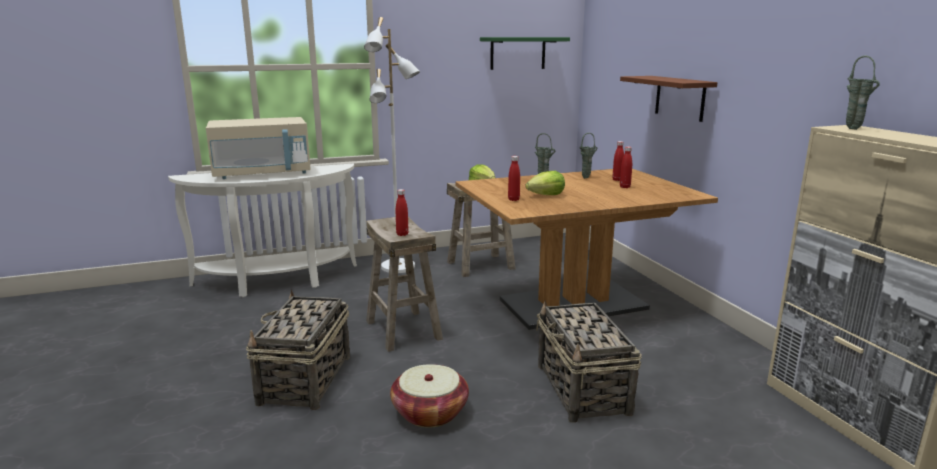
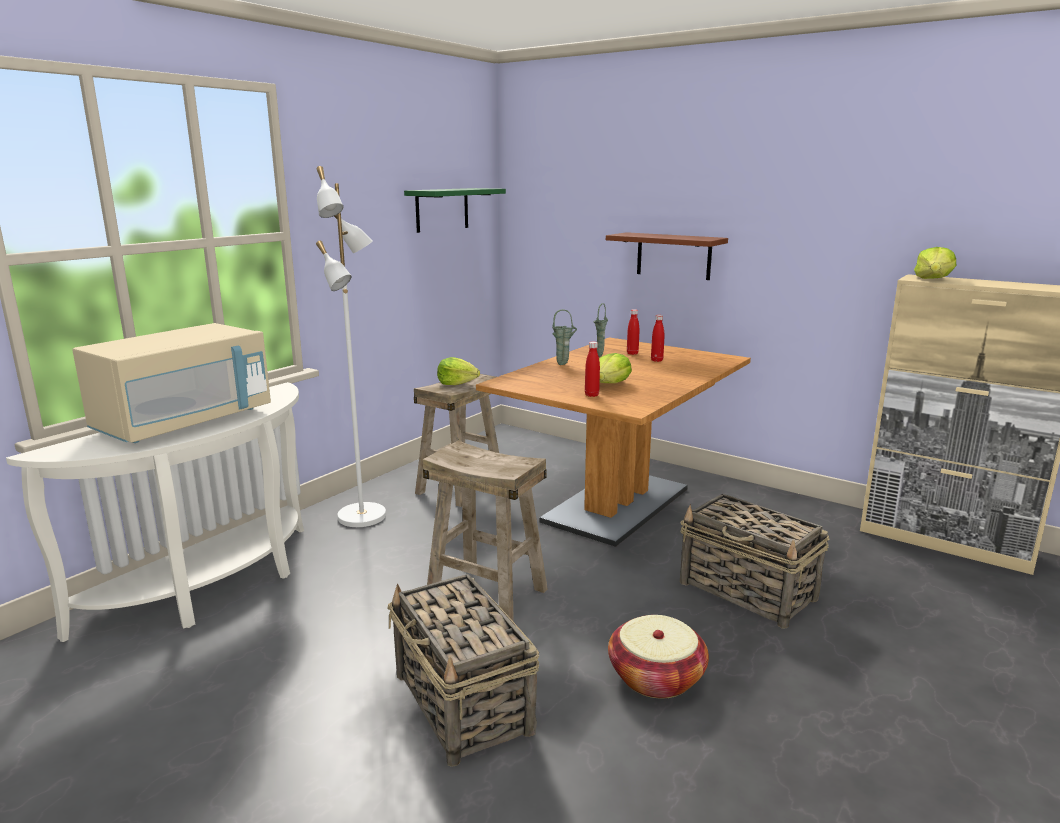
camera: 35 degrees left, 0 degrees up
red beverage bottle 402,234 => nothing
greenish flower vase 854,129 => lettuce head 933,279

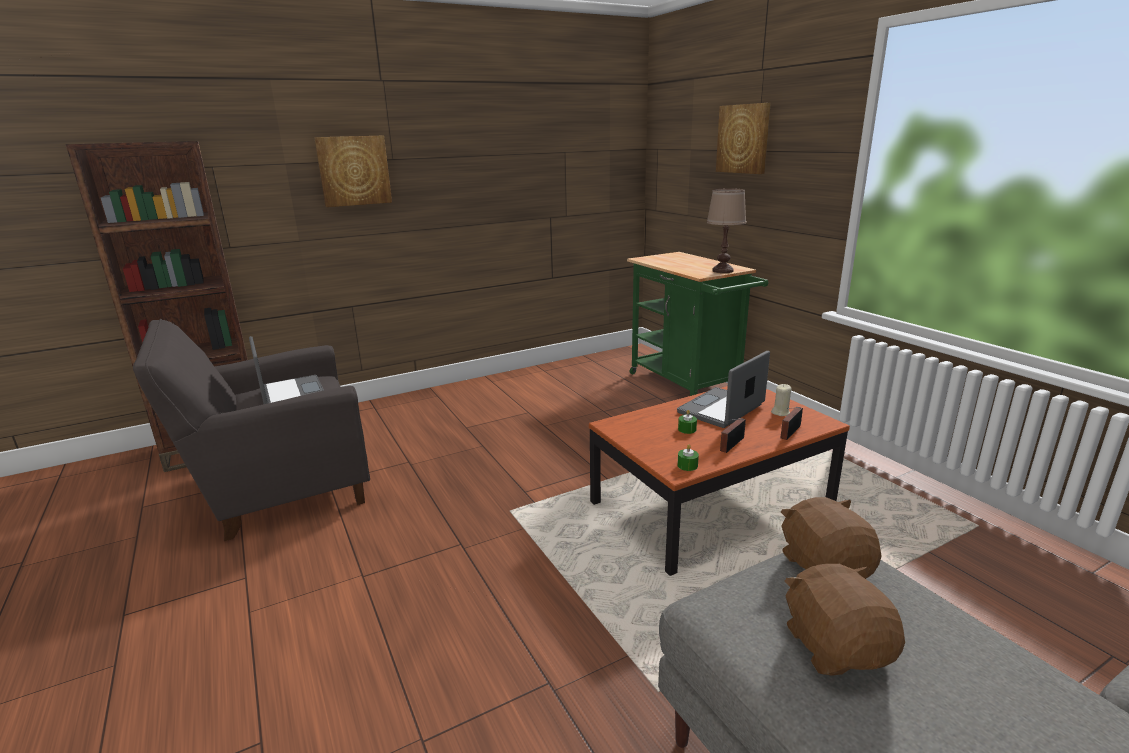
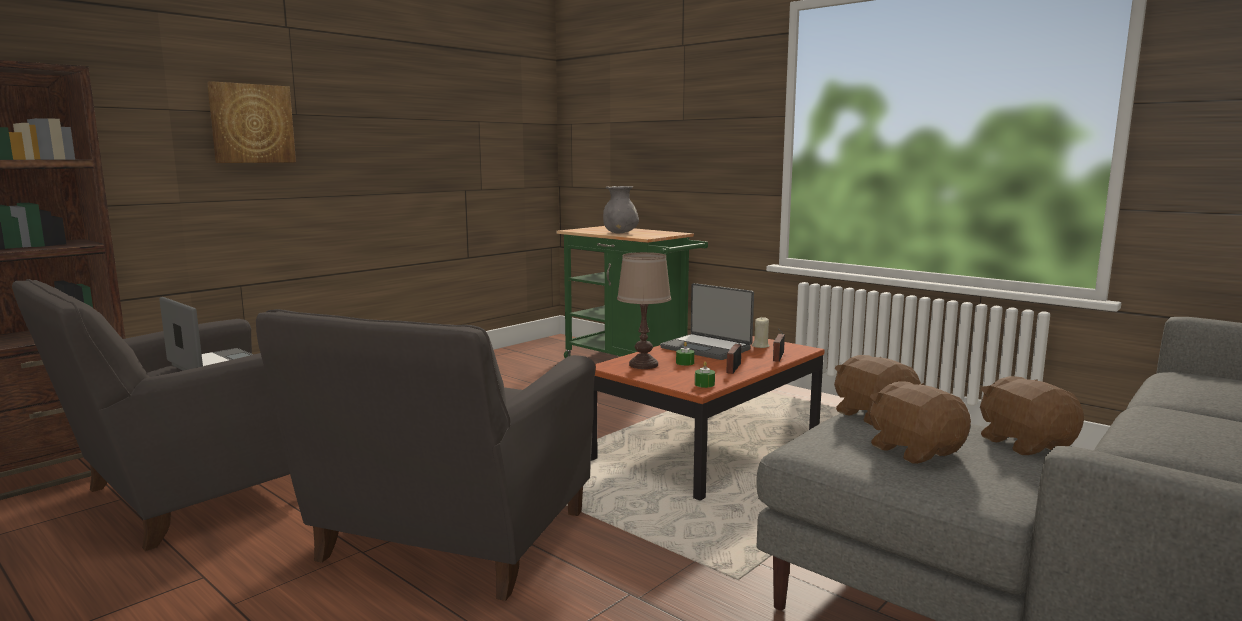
camera: 20 degrees left, 10 degrees down
wall art 743,139 => nothing
nothing => gray lounge chair 448,542
nothing => gray flower vase 620,233
nothing => brown-coloured plush toy 1025,444
brown-coloured tabletop lamp 722,271 => brown-coloured tabletop lamp 643,365, relocated
portable computer 722,409 => portable computer 707,348, 75 degrees counterclockwise

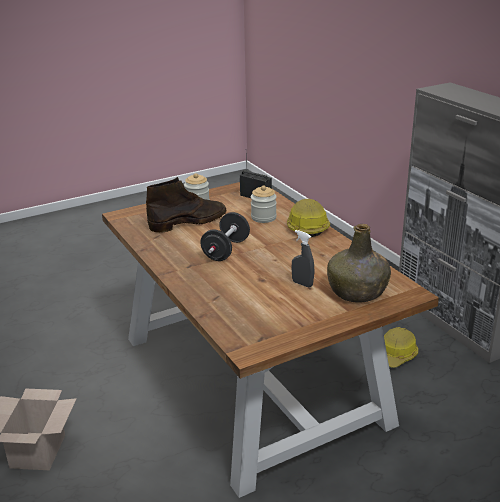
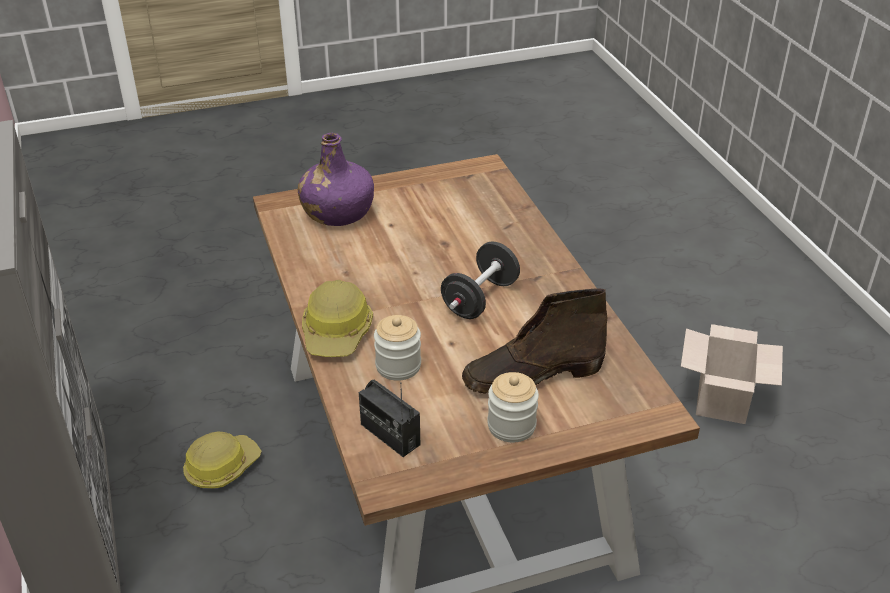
camera: 170 degrees left, 10 degrees up
gray hand sprayer 302,284 => nothing
greenish beverage bottle 357,292 => purplish beverage bottle 337,212

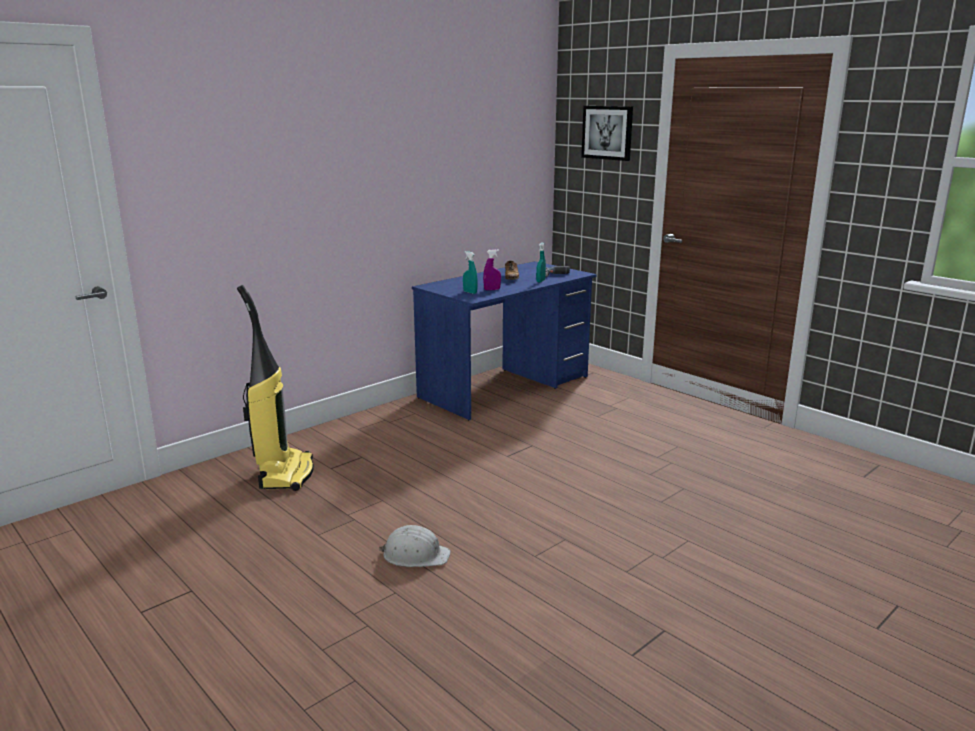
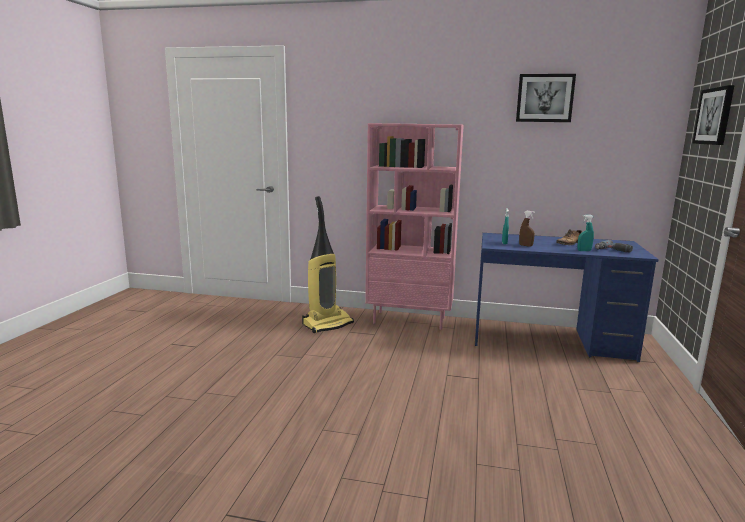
camera: 55 degrees right, 5 degrees down
whitish hard hat 415,555 => nothing
nothing => pink shelving unit 410,320
nothing => wall art 545,98
purplish hand sprayer 492,289 => brown-coloured hand sprayer 525,245

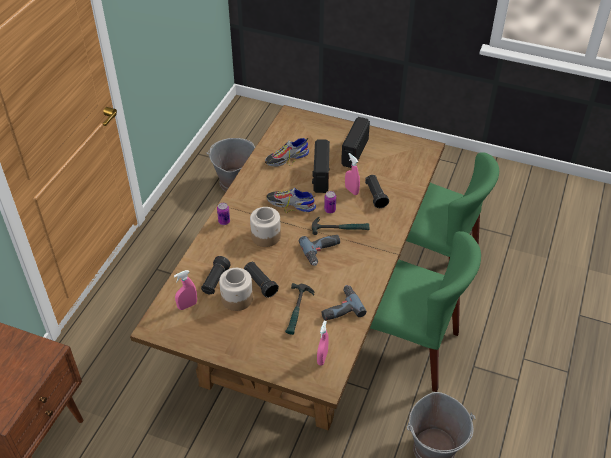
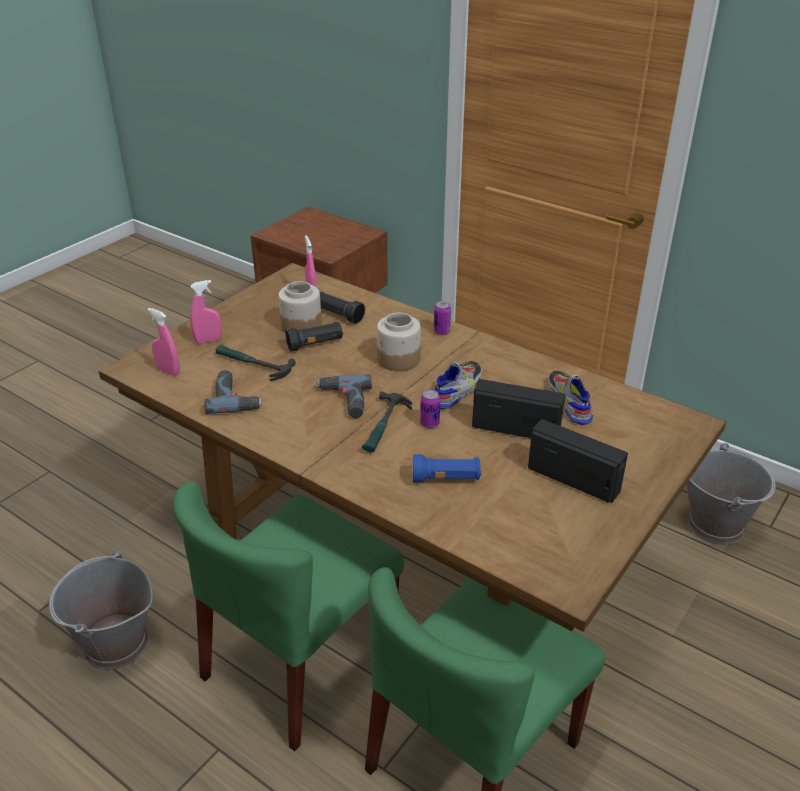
camera: 105 degrees right, 10 degrees down
pink hand sprayer 351,190 => pink hand sprayer 208,340, relocated
black torch 375,196 => blue torch 446,479

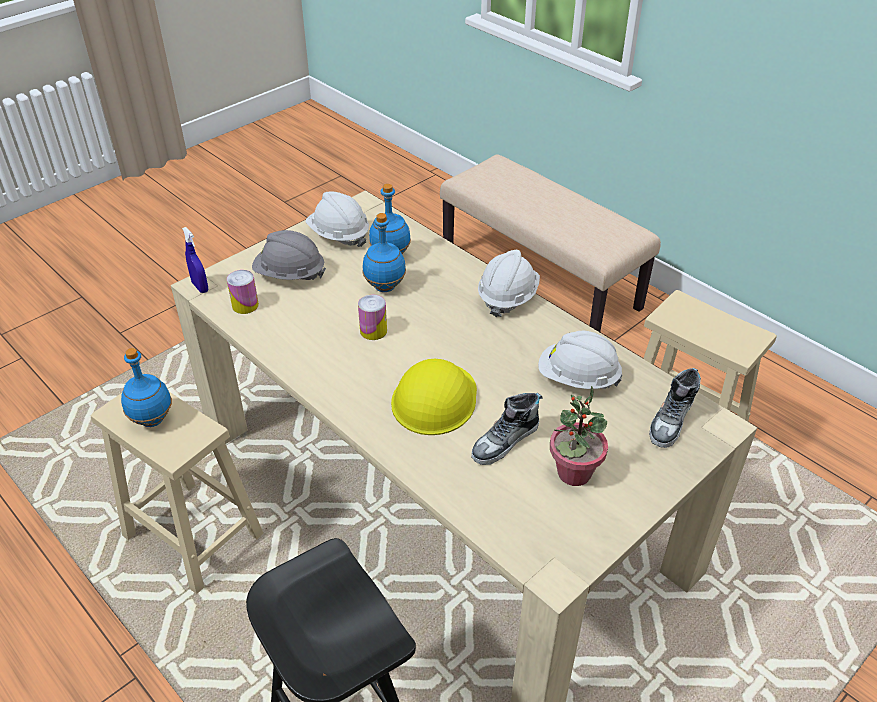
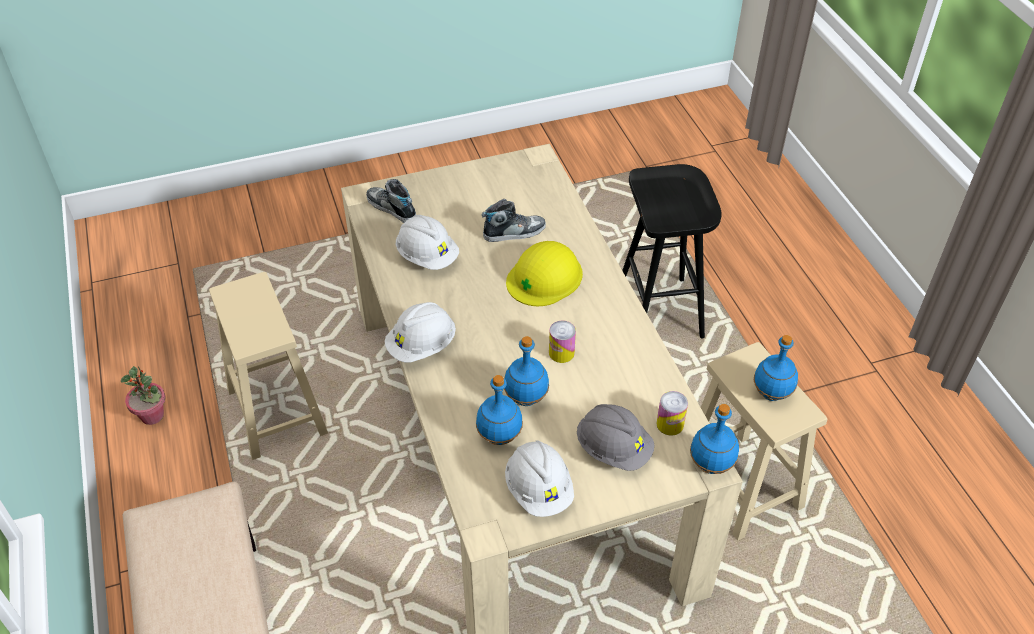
camera: 155 degrees left, 5 degrees up
houseplant 573,473 => houseplant 152,415, relocated
blue hand sprayer 200,287 => blue beverage bottle 711,465
item of footwear 671,421 => item of footwear 391,208, 105 degrees counterclockwise

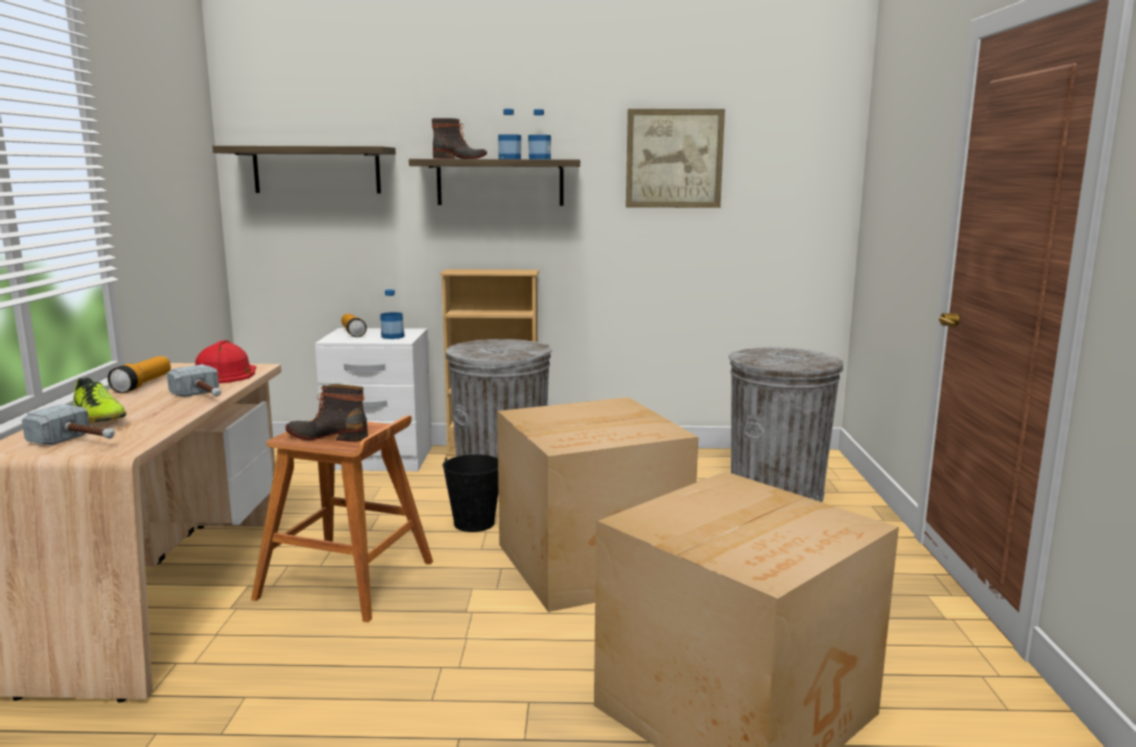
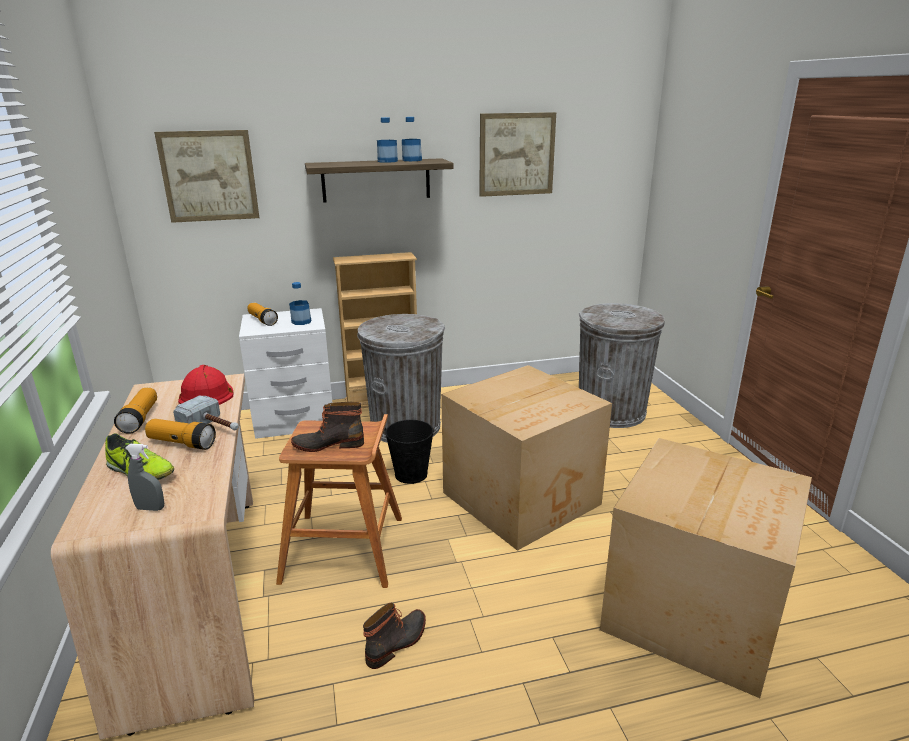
camera: 15 degrees left, 10 degrees up
nothing => torch 182,443
high-top boot 461,158 => high-top boot 397,643, relocated
hand hammer 79,442 => gray hand sprayer 150,508
wall shelf 317,170 => wall art 209,176

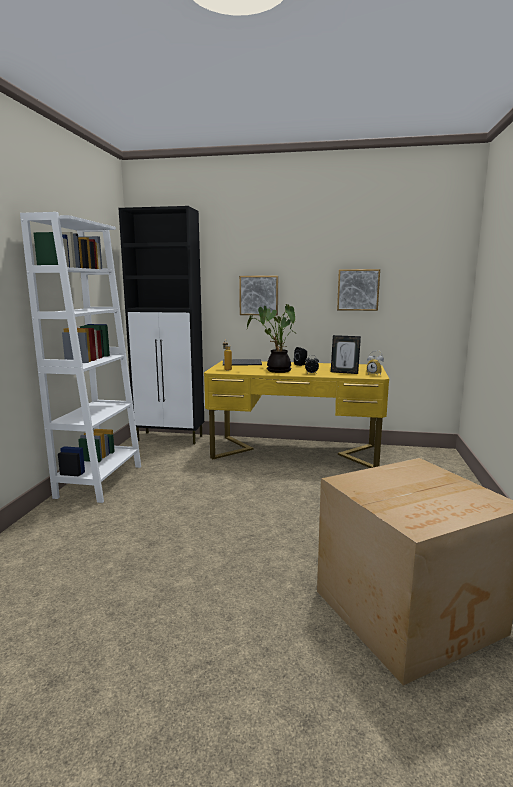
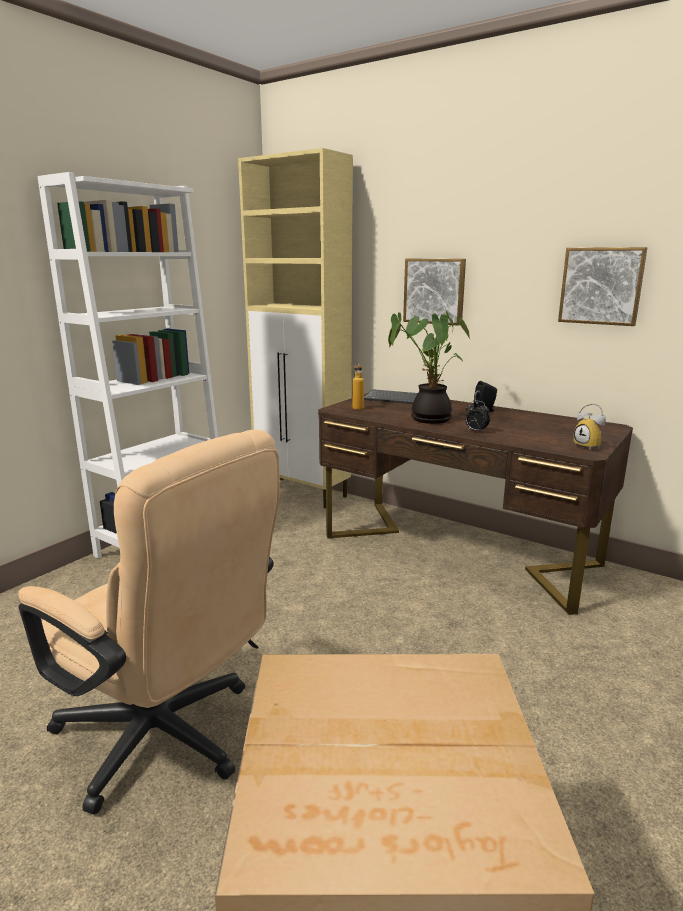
camera: 25 degrees right, 5 degrees up
picture frame 344,372 => nothing
nothing => sand-coloured computer chair 168,740
black cabinet 170,438 => sand-coloured cabinet 303,493
yellow-coloured desk unit 294,452 => brown-coloured desk unit 457,550

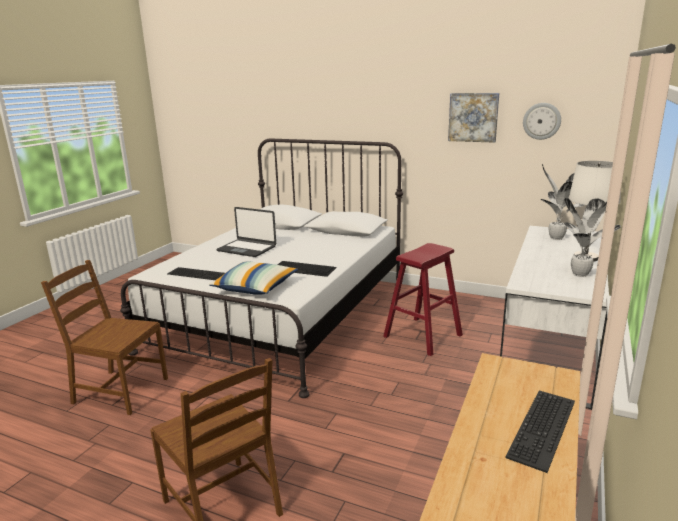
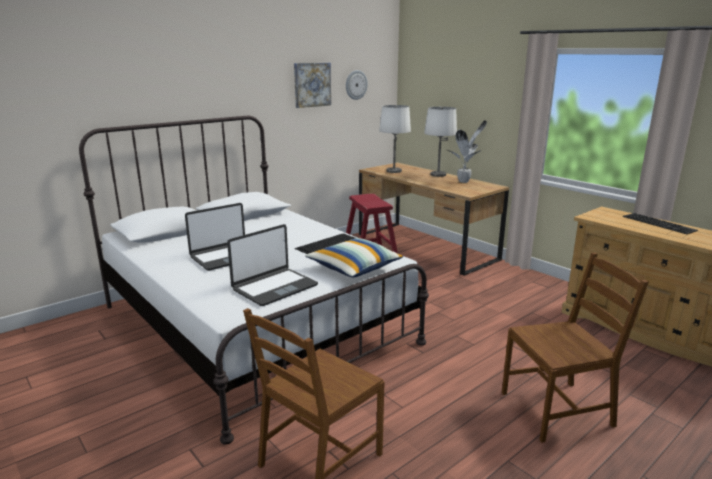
camera: 65 degrees left, 0 degrees up
PC keyboard 199,273 => portable computer 274,287
houseplant 554,238 => whitish tabletop lamp 393,171
whitish desk unit 549,347 => brown-coloured desk unit 425,246

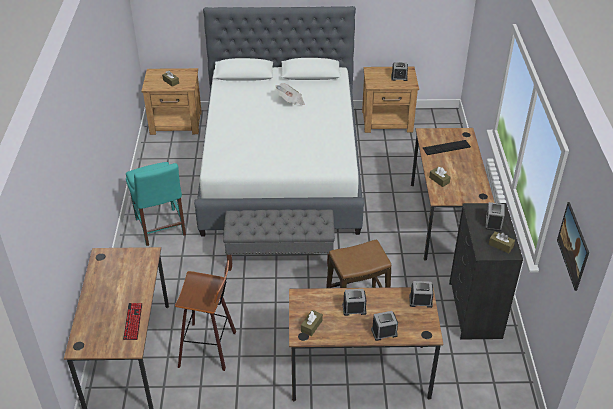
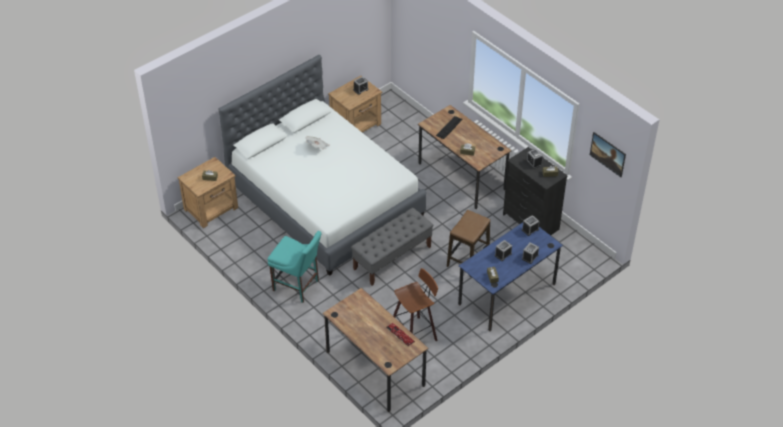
camera: 40 degrees left, 5 degrees up
brown-coloured desk unit 359,372 => blue desk unit 507,294

